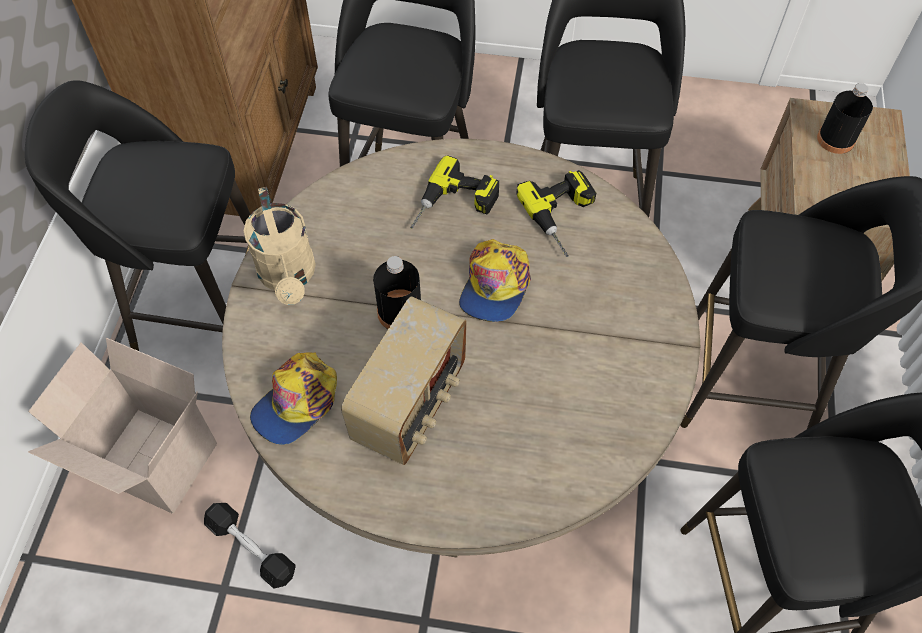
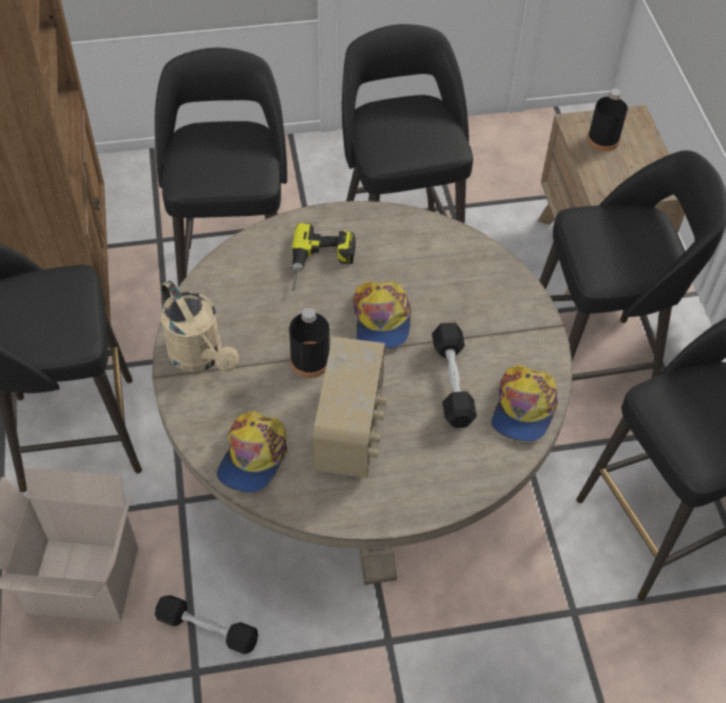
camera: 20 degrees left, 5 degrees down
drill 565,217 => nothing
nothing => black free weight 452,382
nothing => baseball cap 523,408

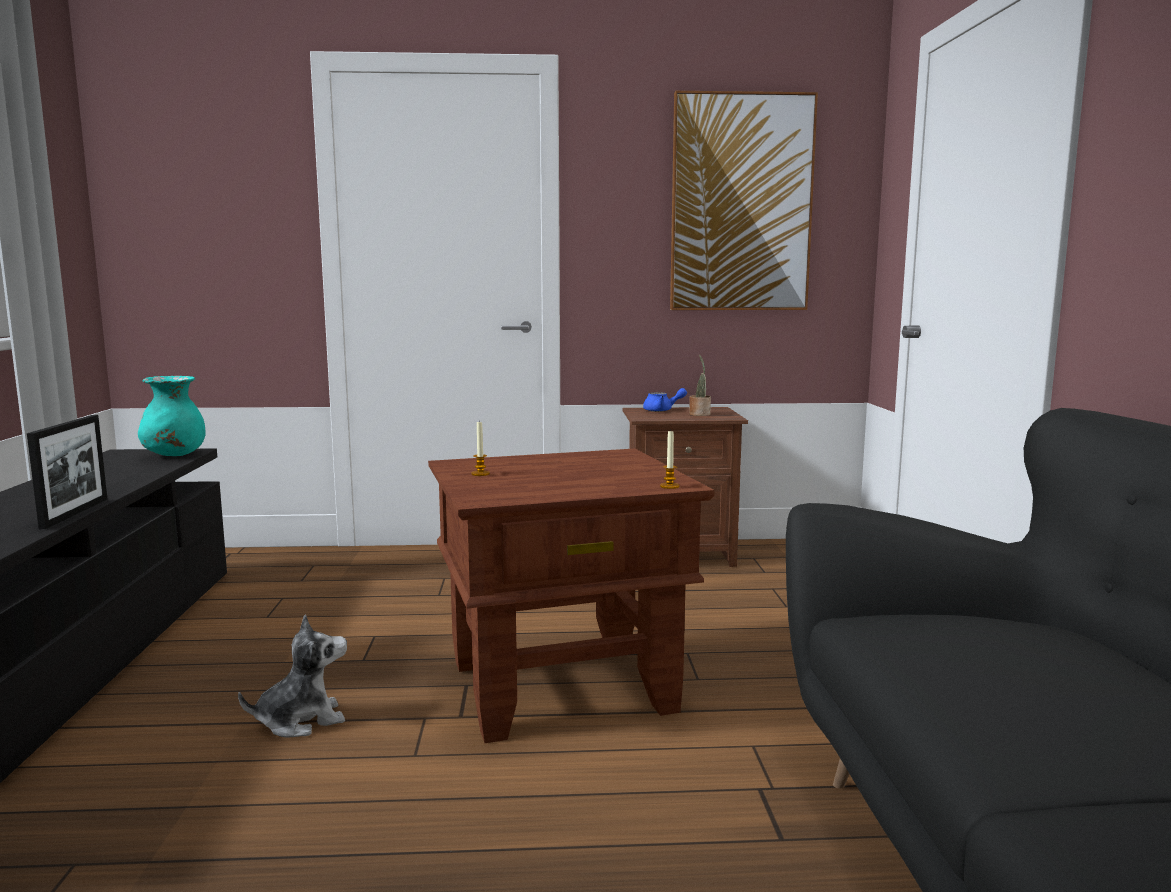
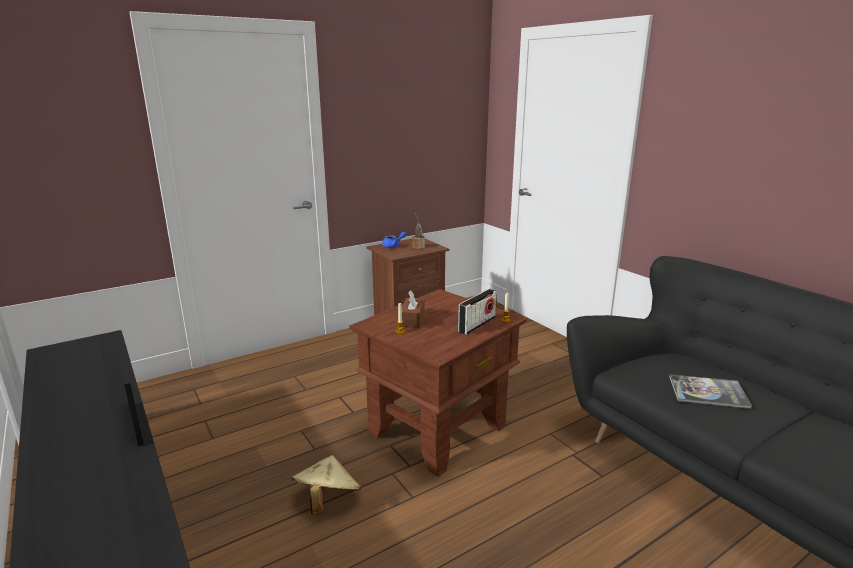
camera: 30 degrees left, 10 degrees up
blue-green flower vase 174,455 => nothing
wall art 741,204 => nothing
nothing => brown-coloured box of tissues 412,319
nothing => radio 477,325
nothing => volume 708,392
plush toy 301,720 => sand-coloured hat 327,500

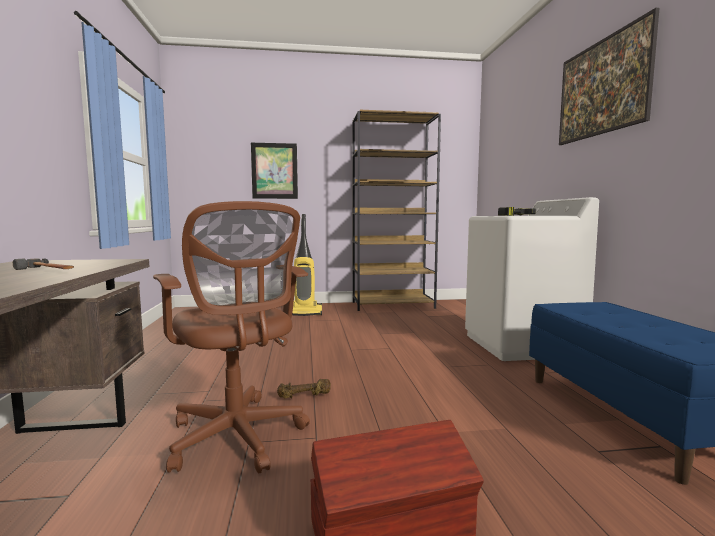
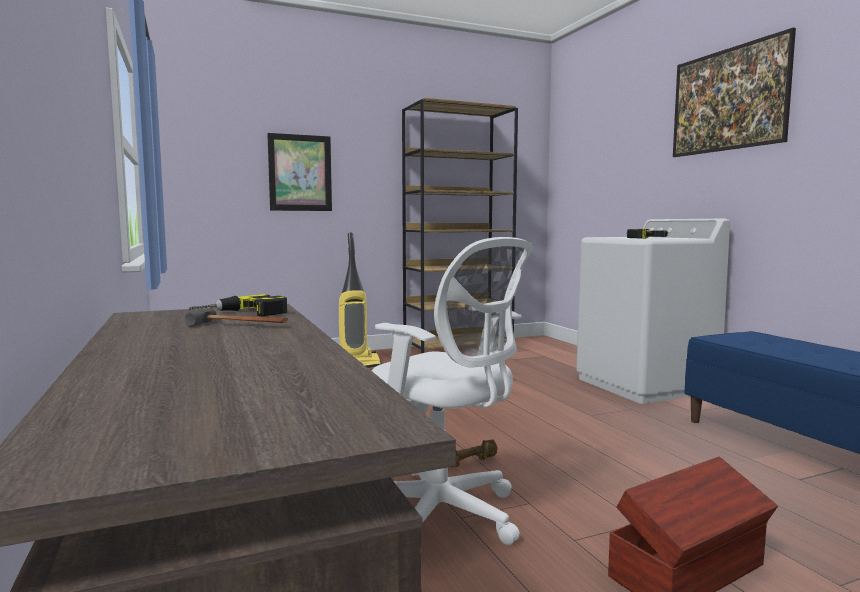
camera: 15 degrees left, 0 degrees up
nothing => drill 242,314
brown-coloured computer chair 238,438 => whitish computer chair 444,515

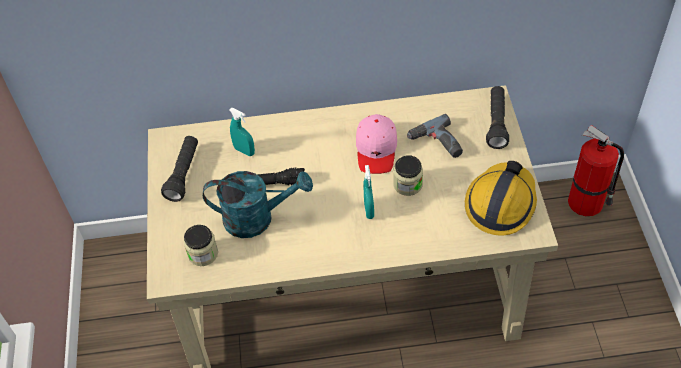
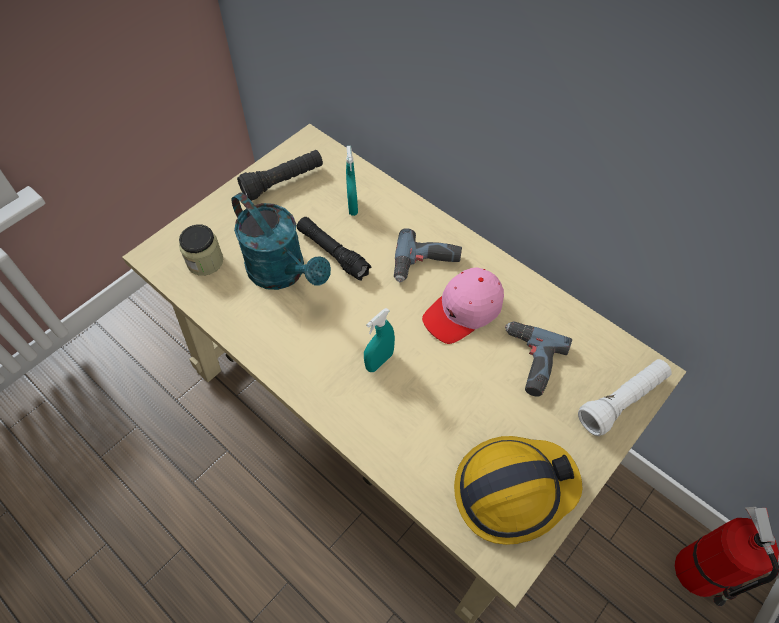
camera: 45 degrees right, 5 degrees up
storage jar 407,184 => nothing
nothing => drill 426,264
black torch 496,123 => whitish torch 622,401

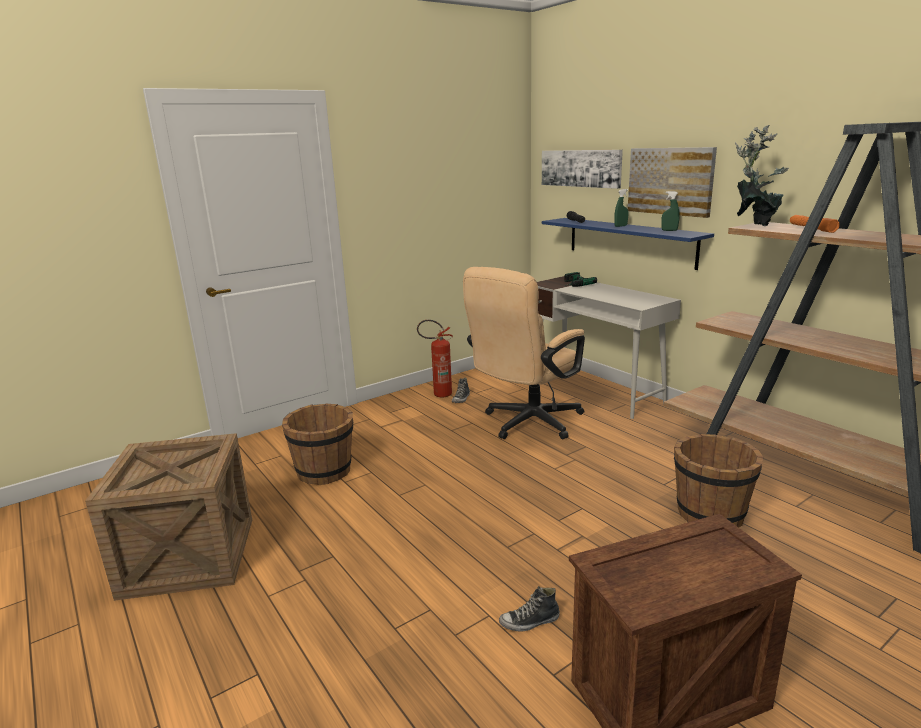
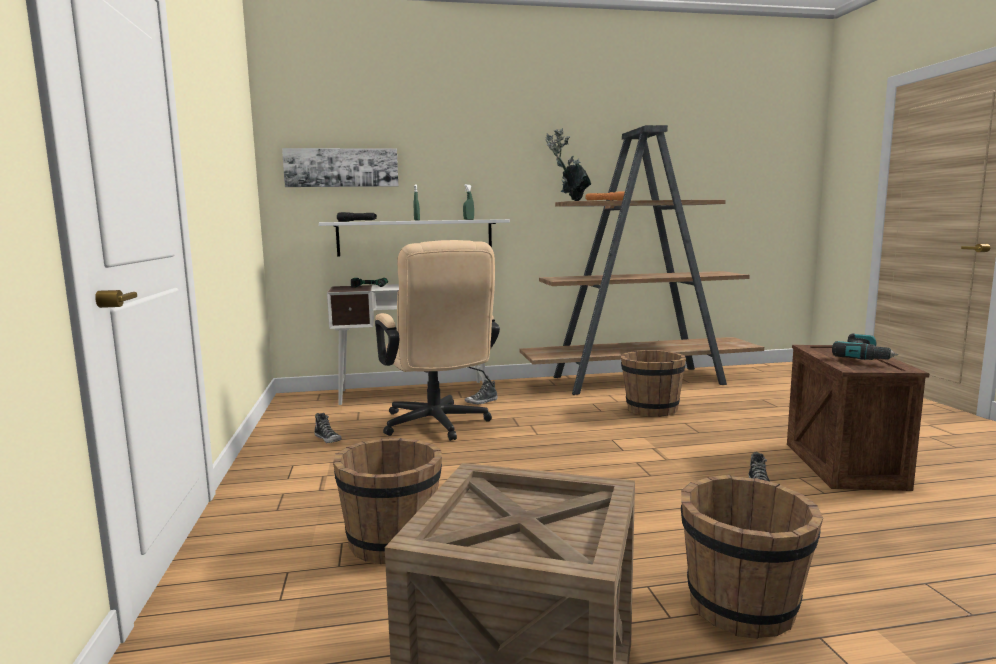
camera: 65 degrees left, 10 degrees down
extinguisher 438,395 => nothing
wall art 670,181 => nothing
nothing => item of footwear 481,402
nothing => brown-coloured bucket 742,608
nothing => drill 864,357
blue wall shelf 630,242 => whitish wall shelf 415,237

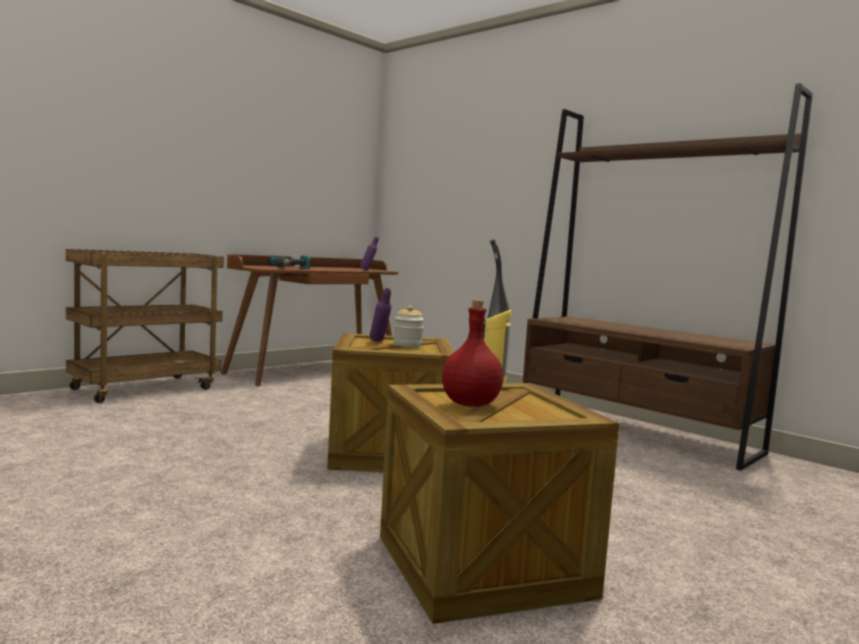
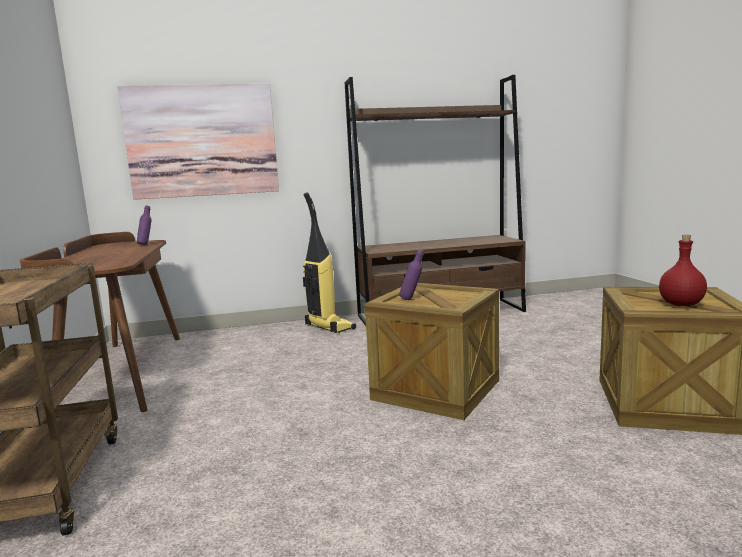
camera: 55 degrees left, 5 degrees up
drill 291,268 => nothing
storage jar 407,345 => nothing
nothing => wall art 202,141

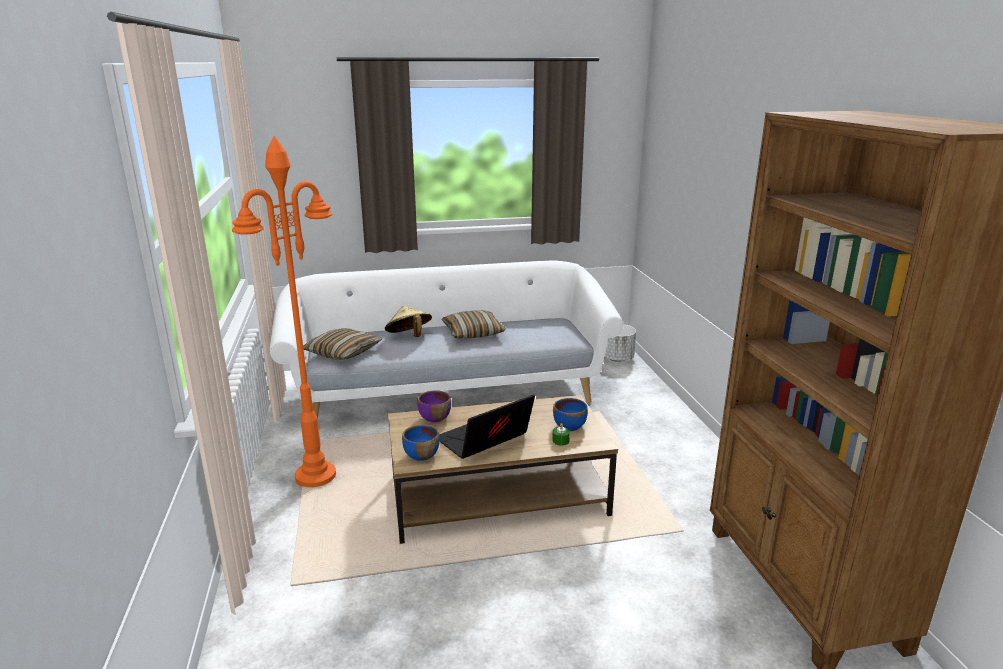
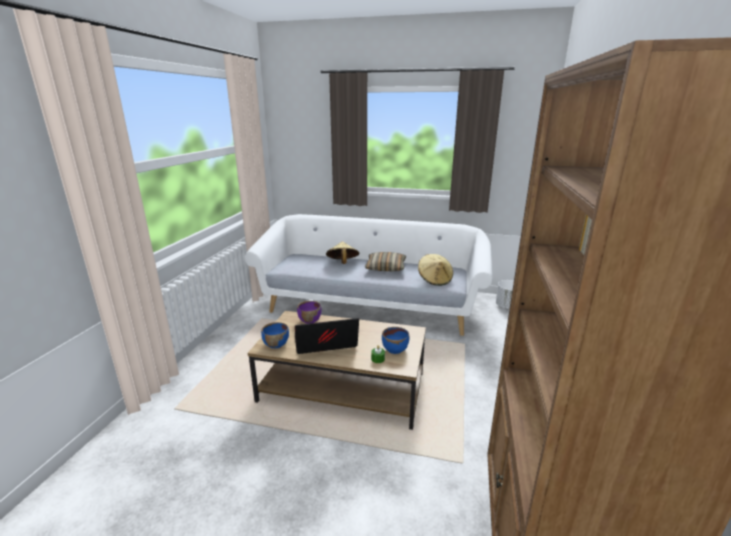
camera: 25 degrees right, 0 degrees up
orange floor lamp 316,476 => nothing
cushion 342,352 => nothing
nothing => sand-coloured hat 434,280

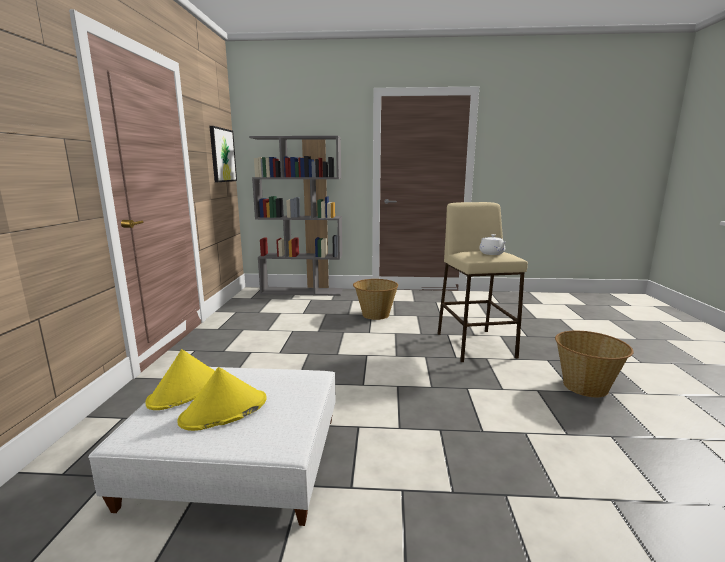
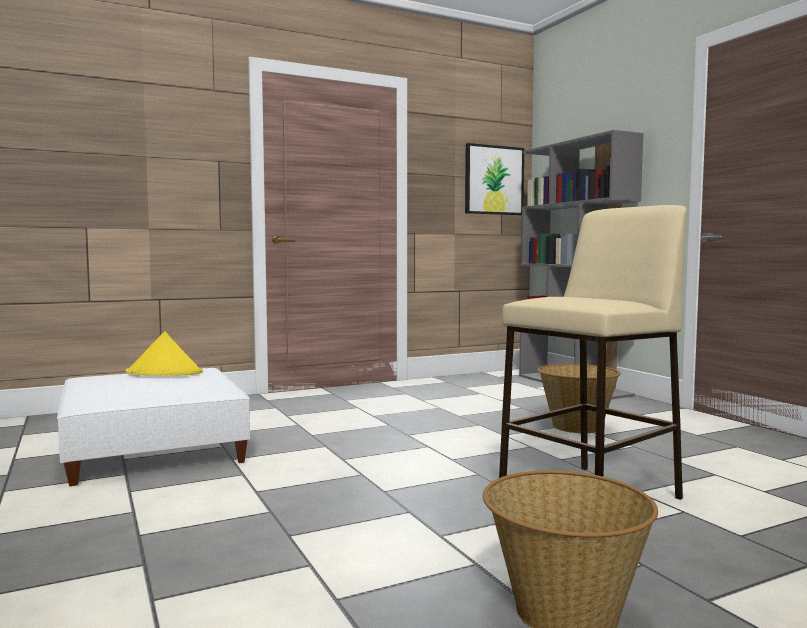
camera: 60 degrees right, 10 degrees down
yellow-coloured hat 224,411 => nothing
whitish pot for tea 492,253 => nothing

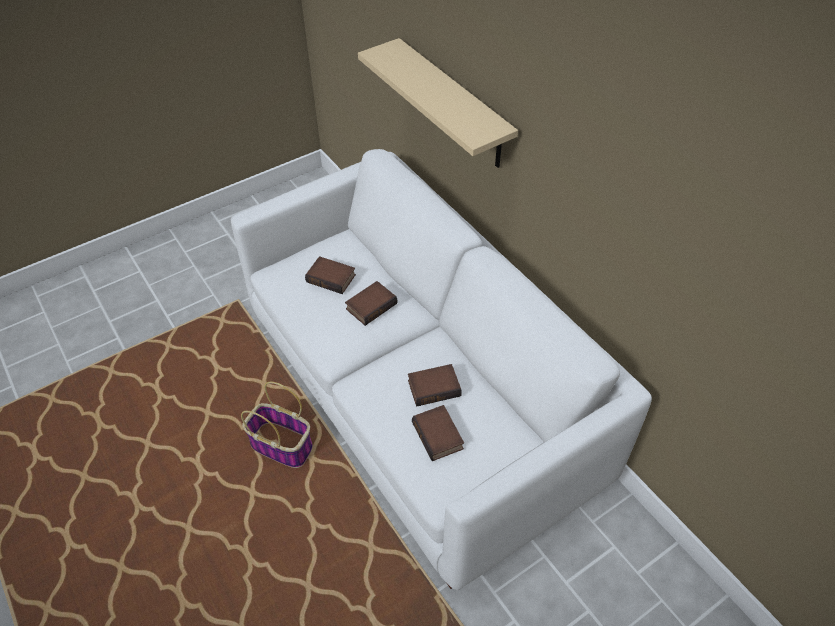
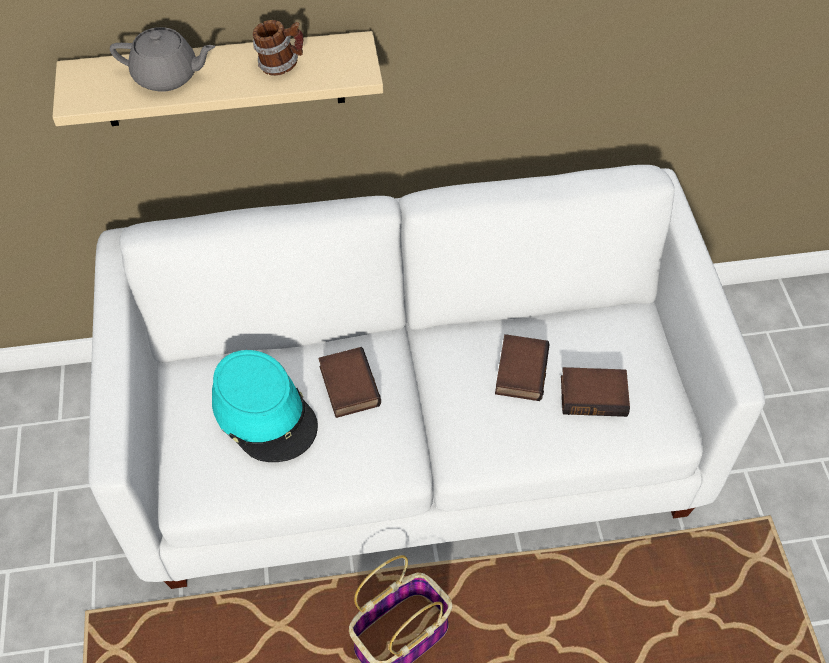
camera: 65 degrees left, 5 degrees up
nothing => gray pot for tea 167,76
nothing => mug 281,65
volume 332,278 => blue-green hat 265,413

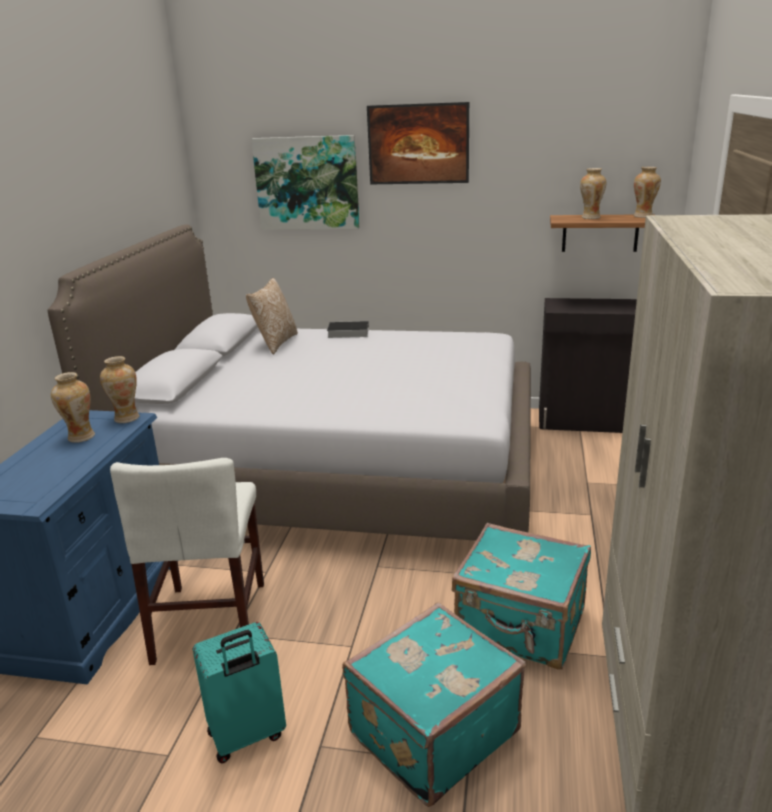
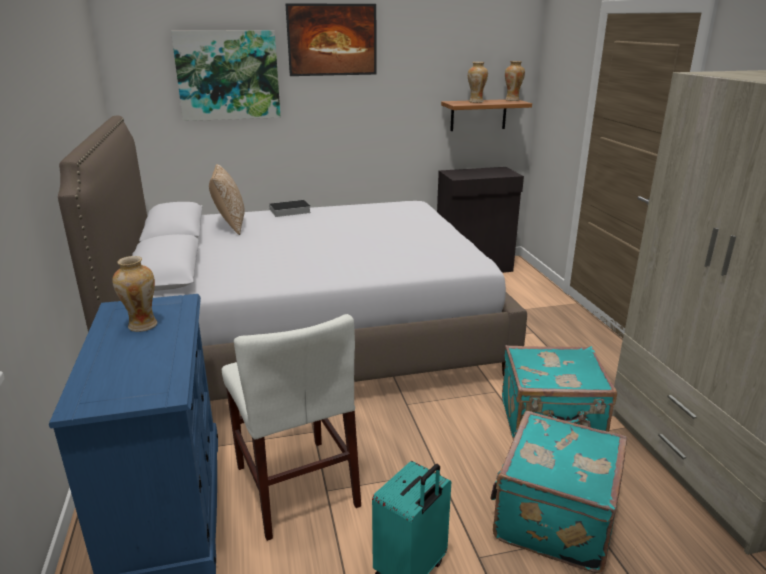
camera: 25 degrees left, 0 degrees up
flower vase 126,418 => nothing

